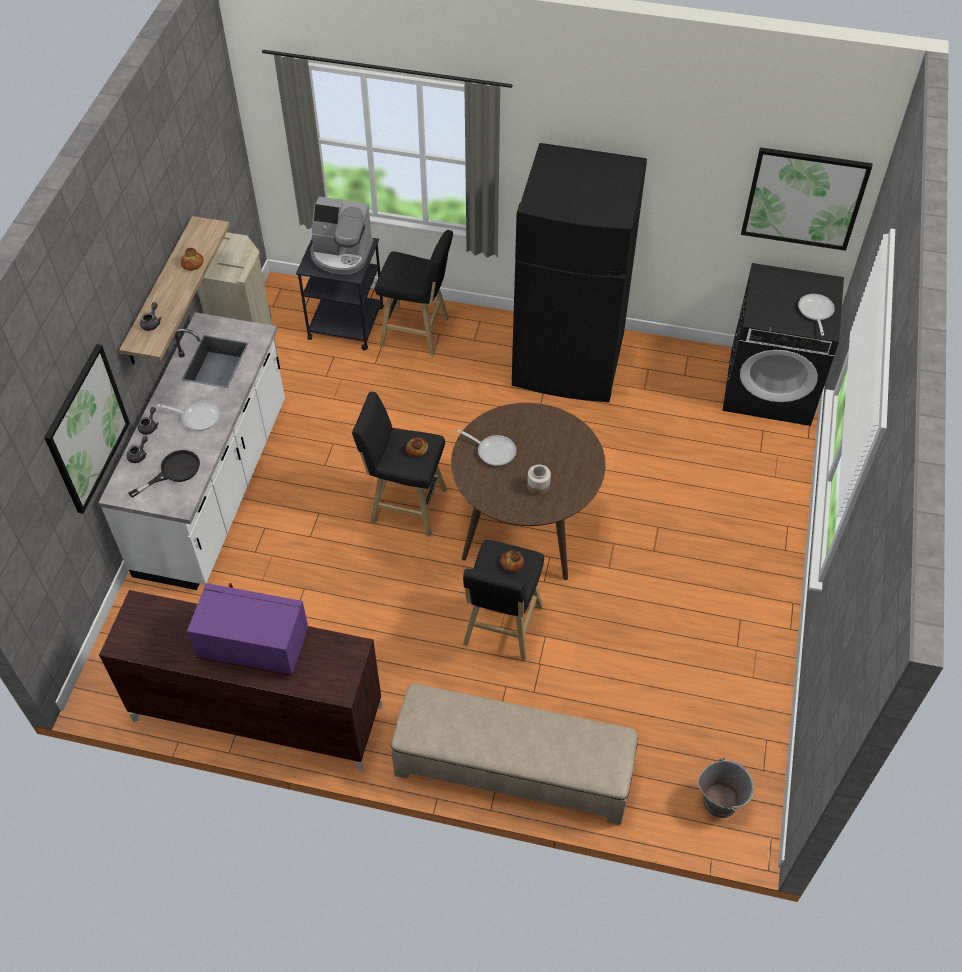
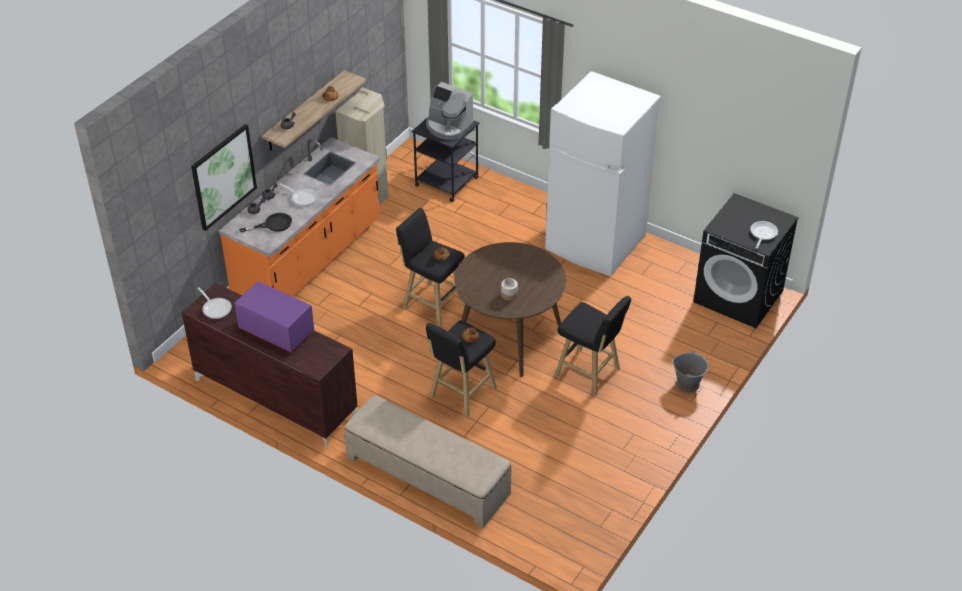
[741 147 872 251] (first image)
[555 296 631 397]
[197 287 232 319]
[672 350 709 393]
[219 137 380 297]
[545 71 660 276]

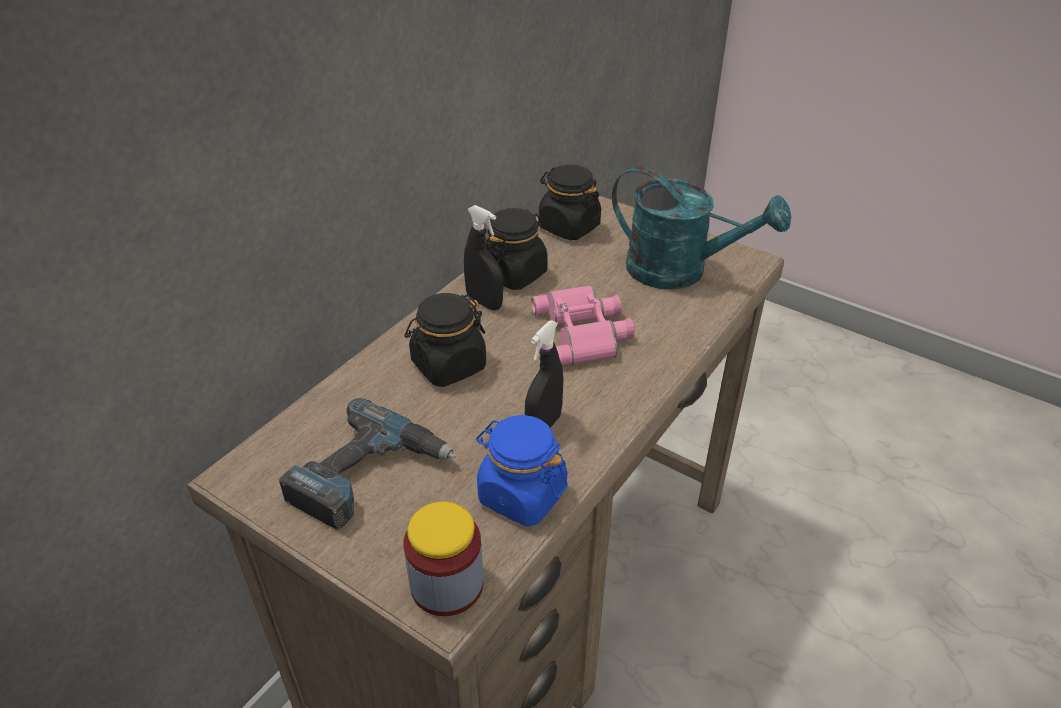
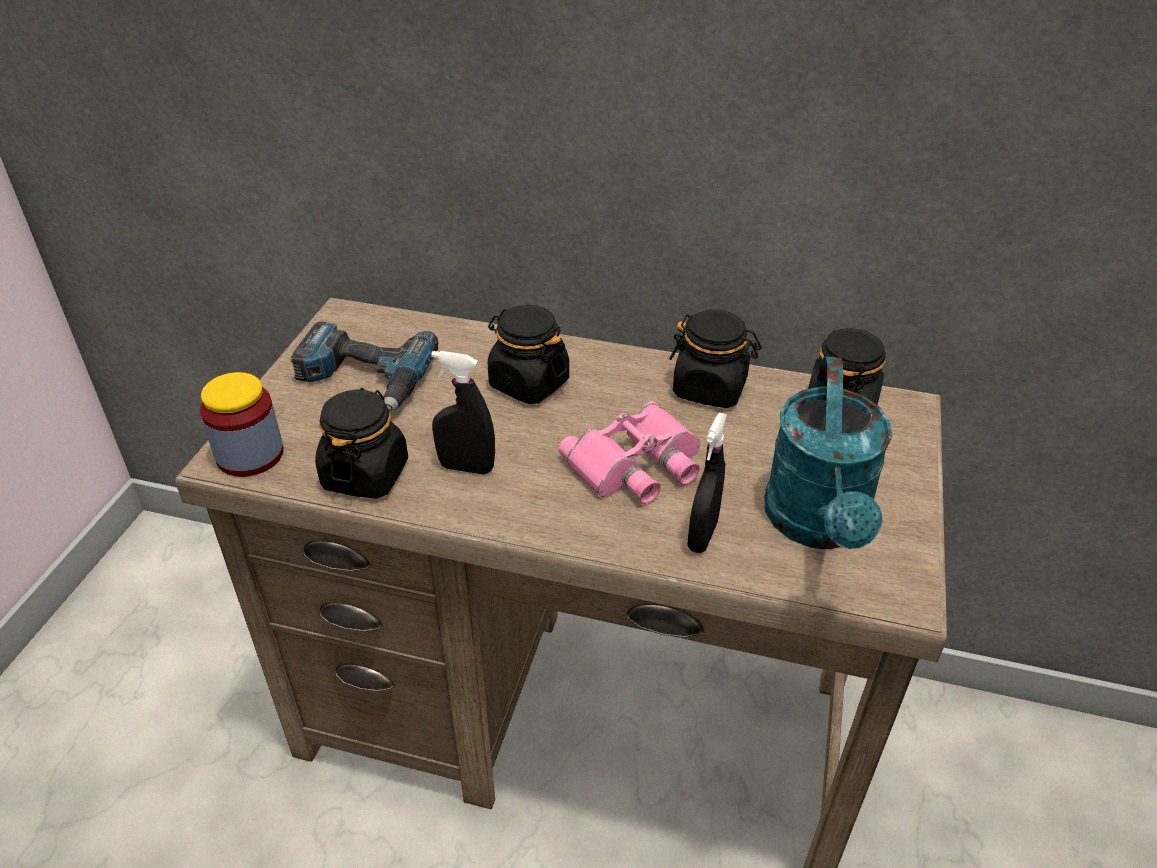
[688 412 727 553]
[315 388 408 499]

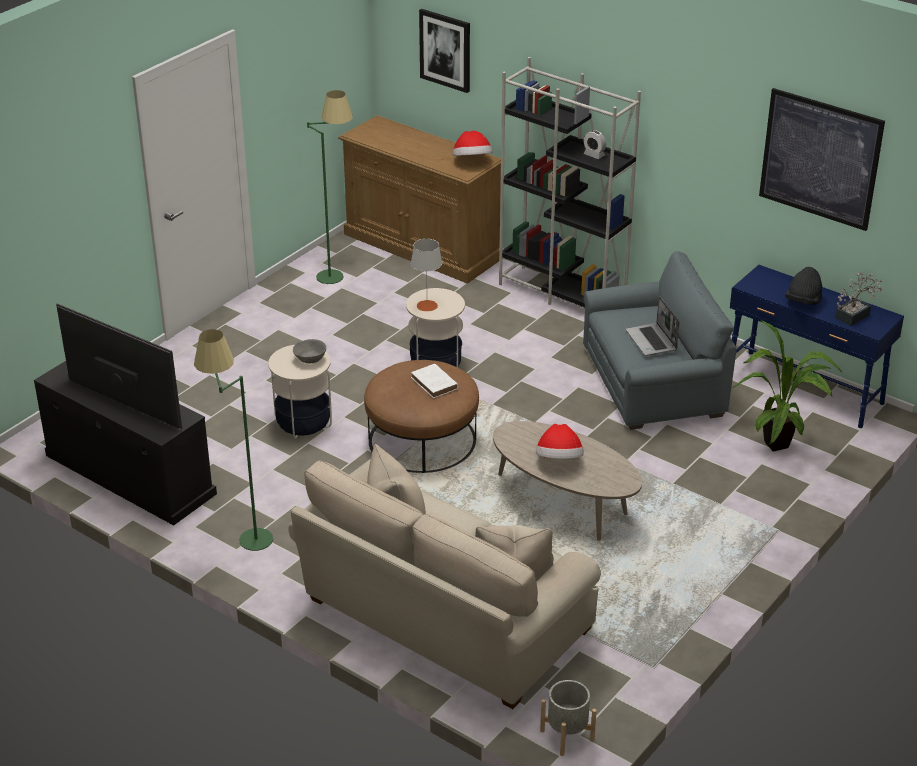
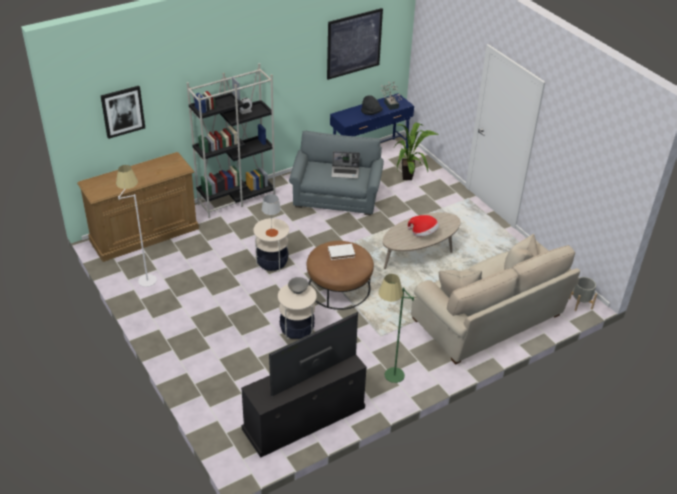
[453 131 493 156] (first image)
[116 165 157 287]

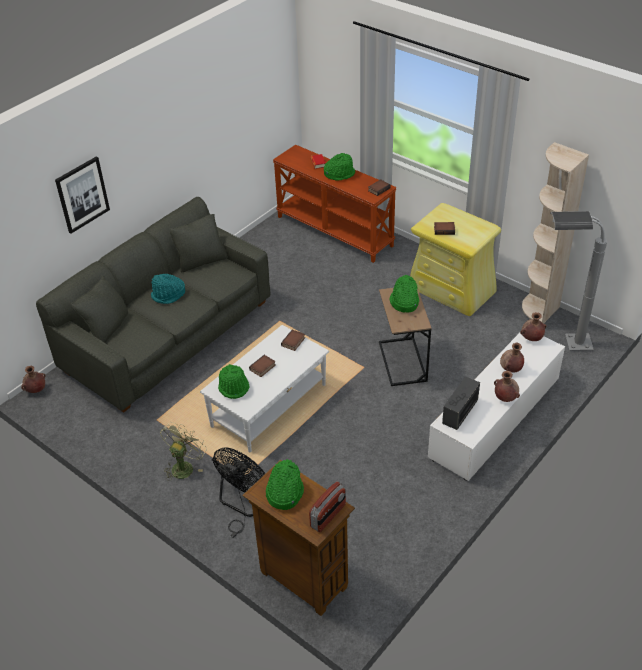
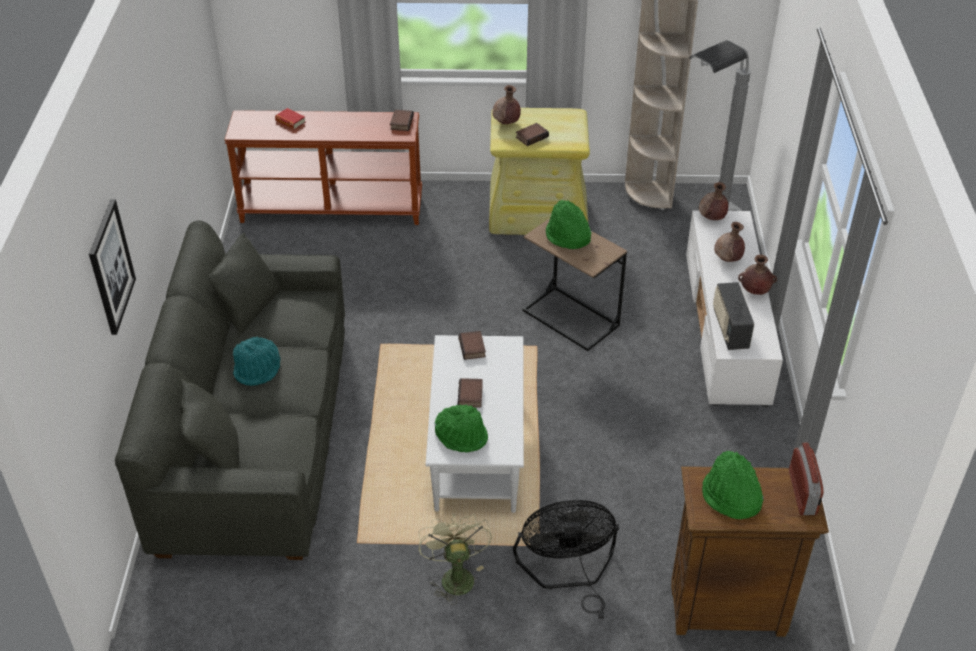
[324 153 355 181] (first image)
[493 85 521 124]

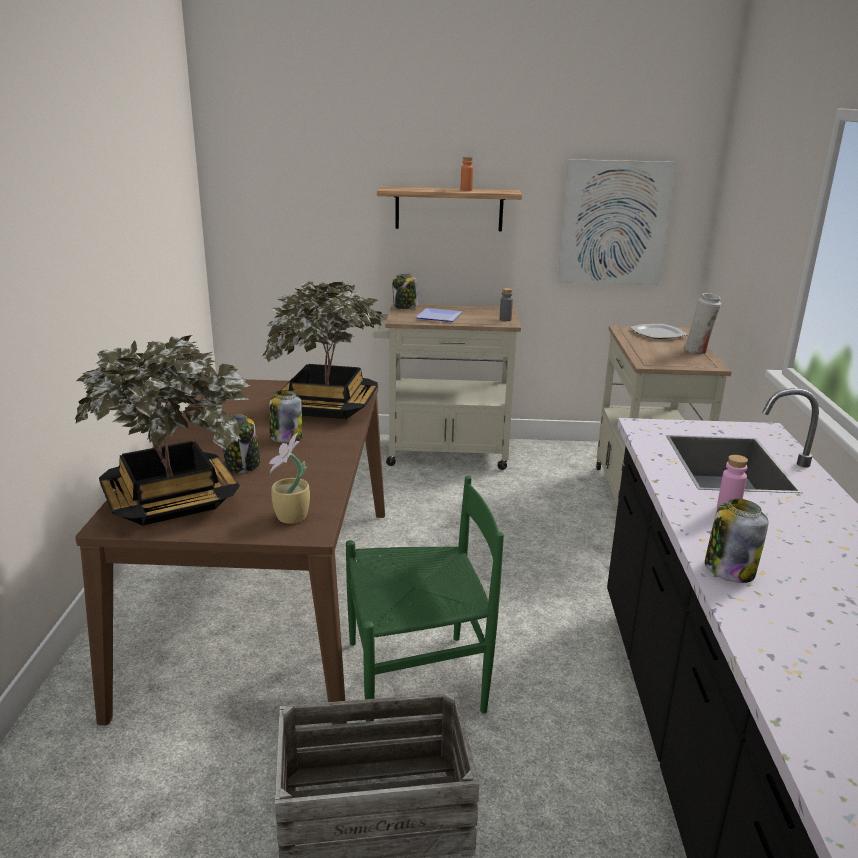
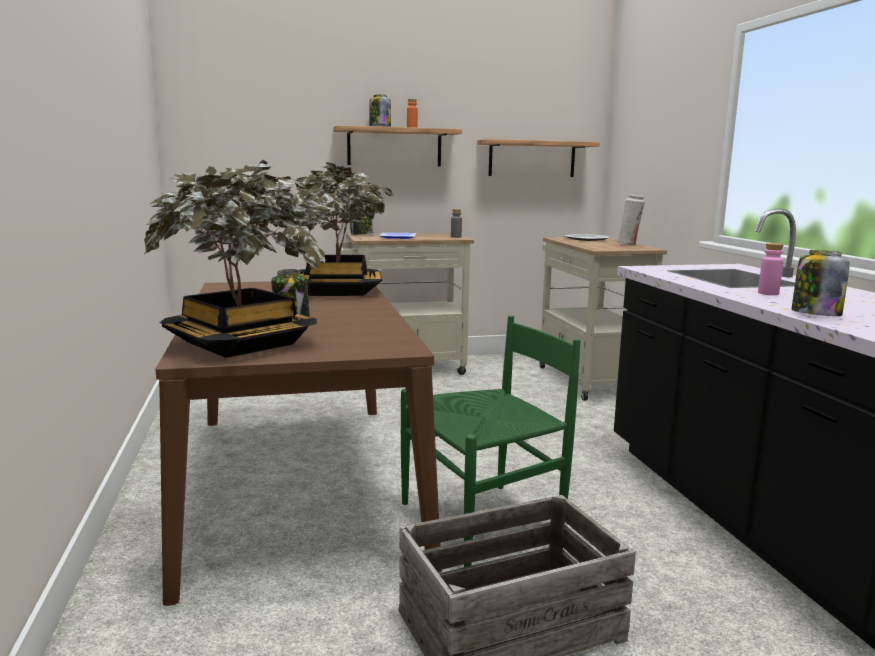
[269 433 310 524] (first image)
[369 94 391 127]
[477 139 600 177]

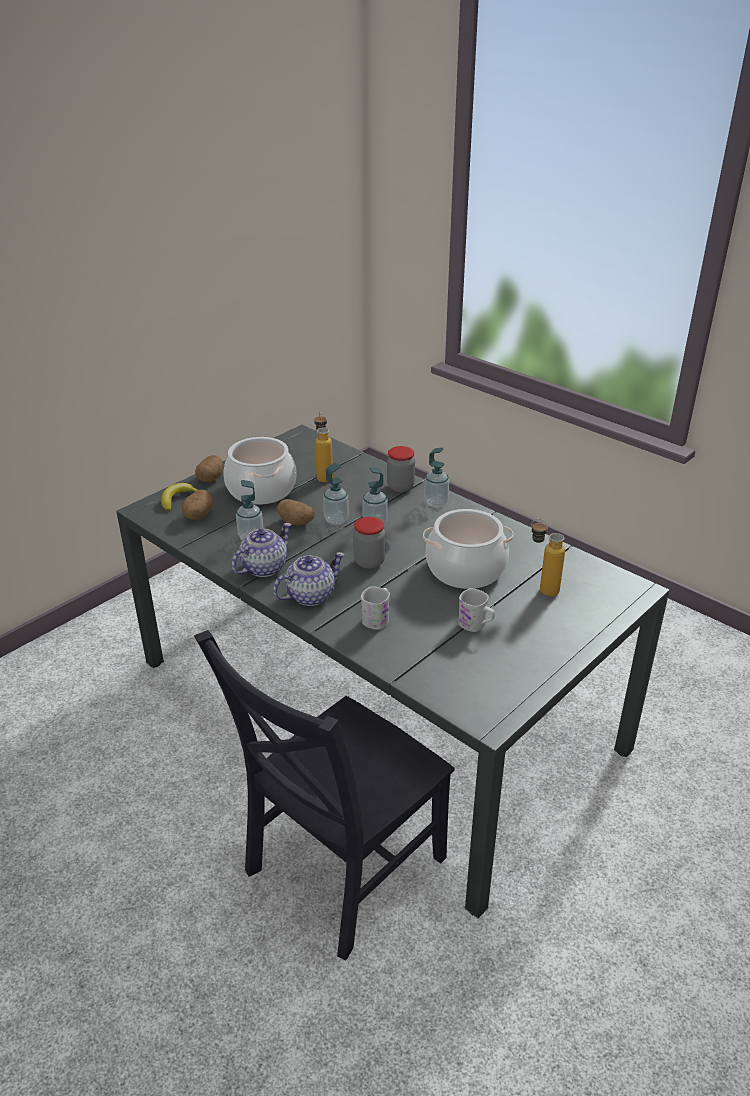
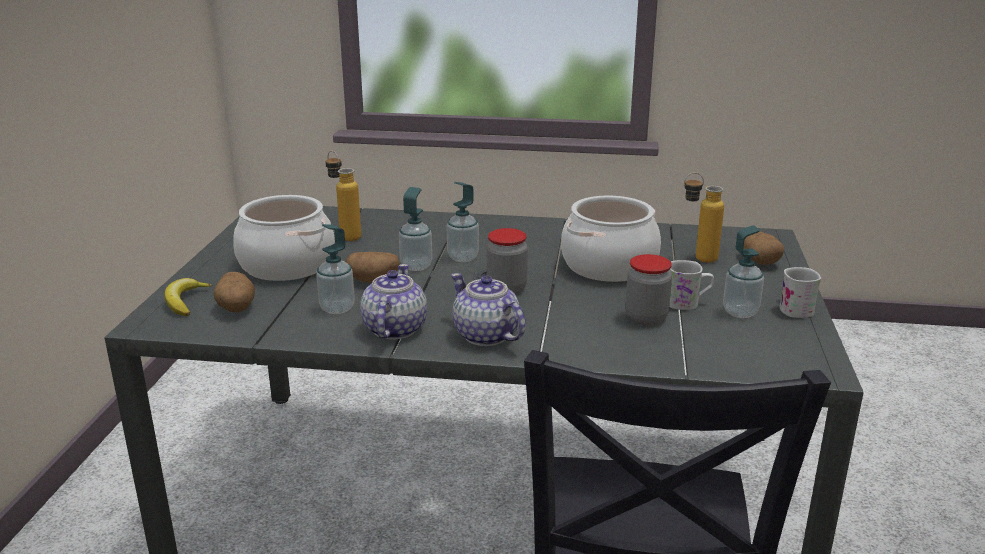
[743 231 784 265]
[780 267 821 318]
[625 254 672 326]
[723 225 764 318]
[451 273 526 346]

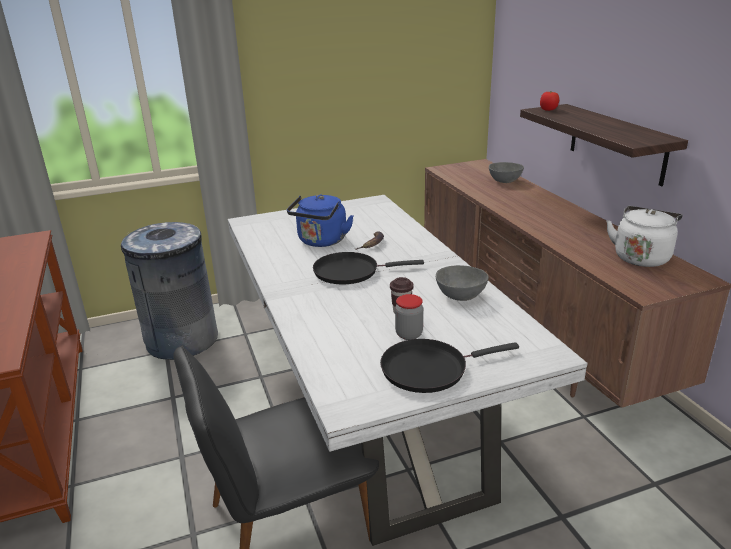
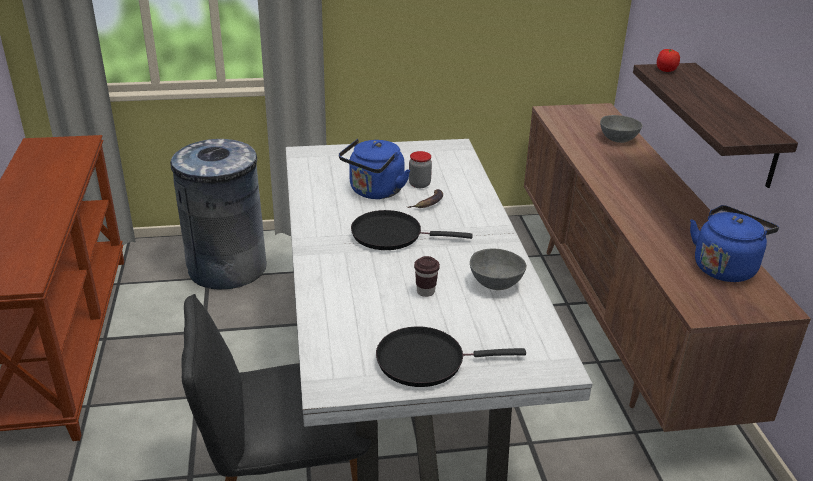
[409 151 432 188]
[690 205 779 282]

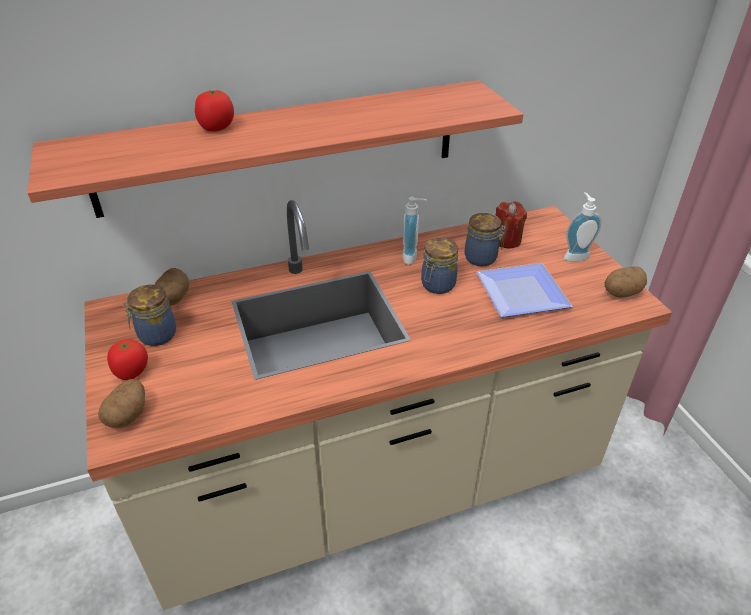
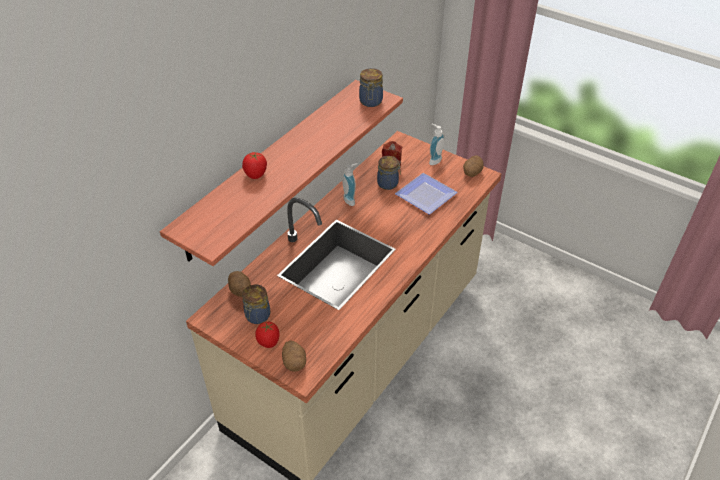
[359 68 383 107]

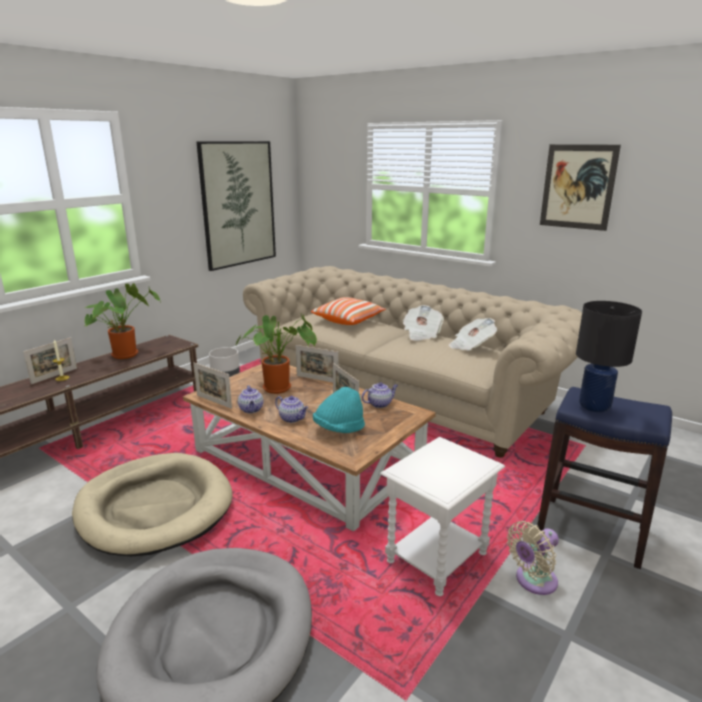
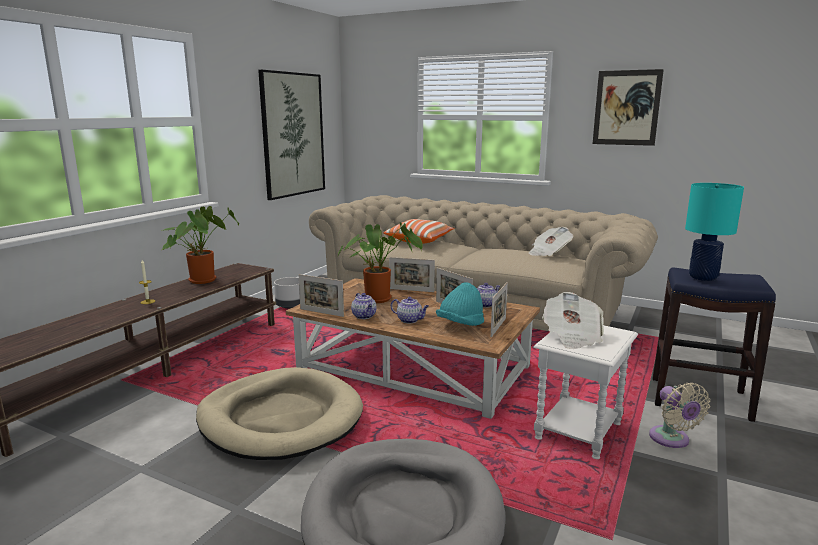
[491 282 508 337]
[542 292 604 349]
[685 183 744 281]
[649 383 710 448]

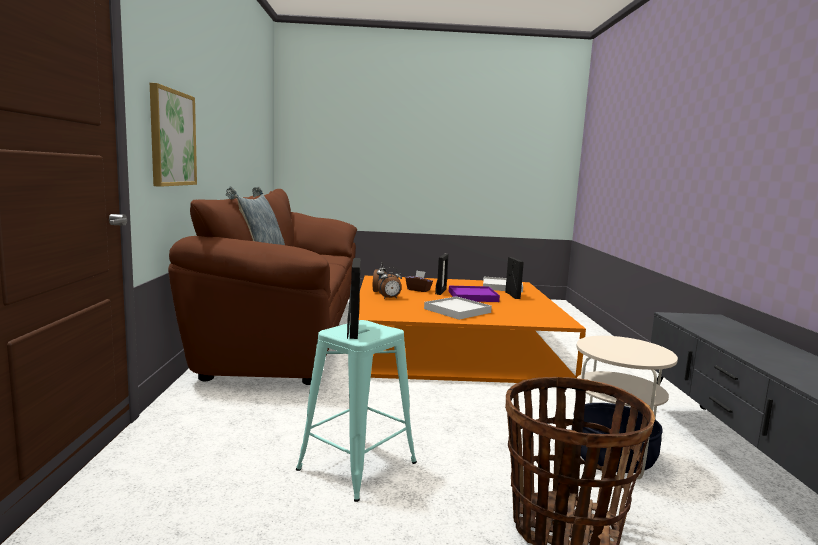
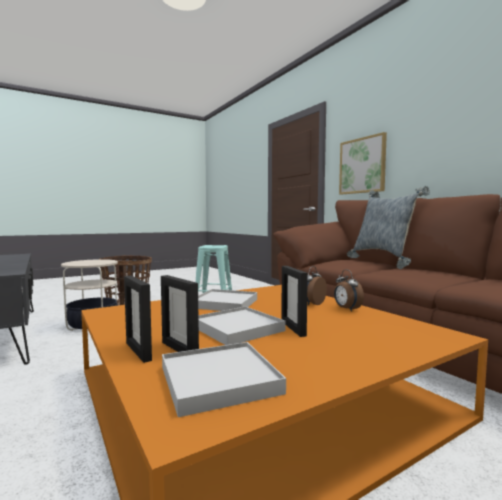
[405 270 433 292] (first image)
[124 275 152 363]
[198 306 286 345]

